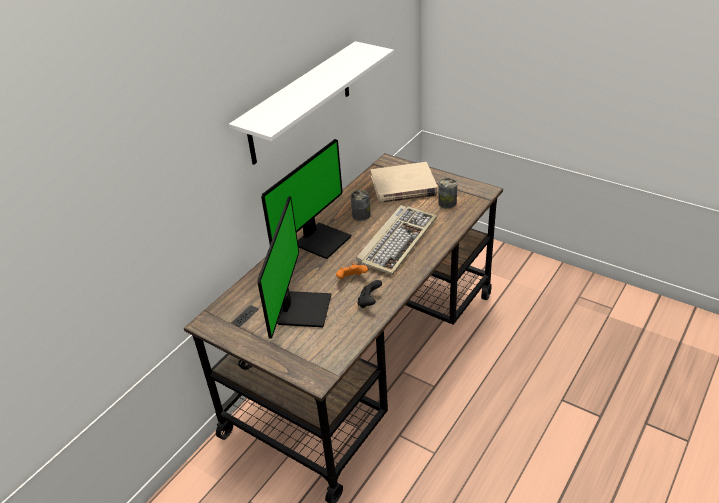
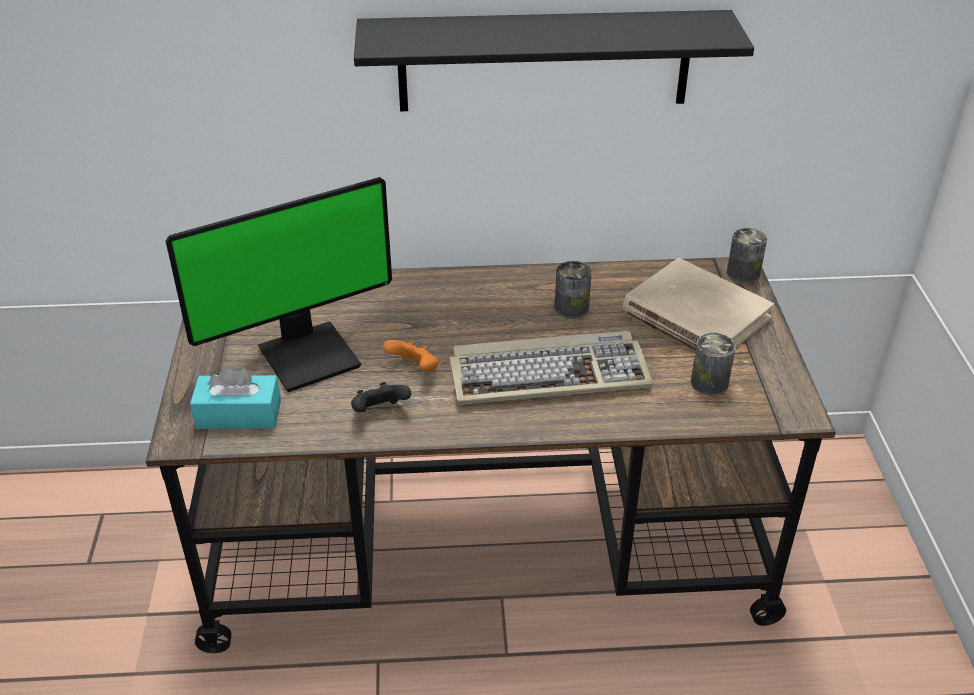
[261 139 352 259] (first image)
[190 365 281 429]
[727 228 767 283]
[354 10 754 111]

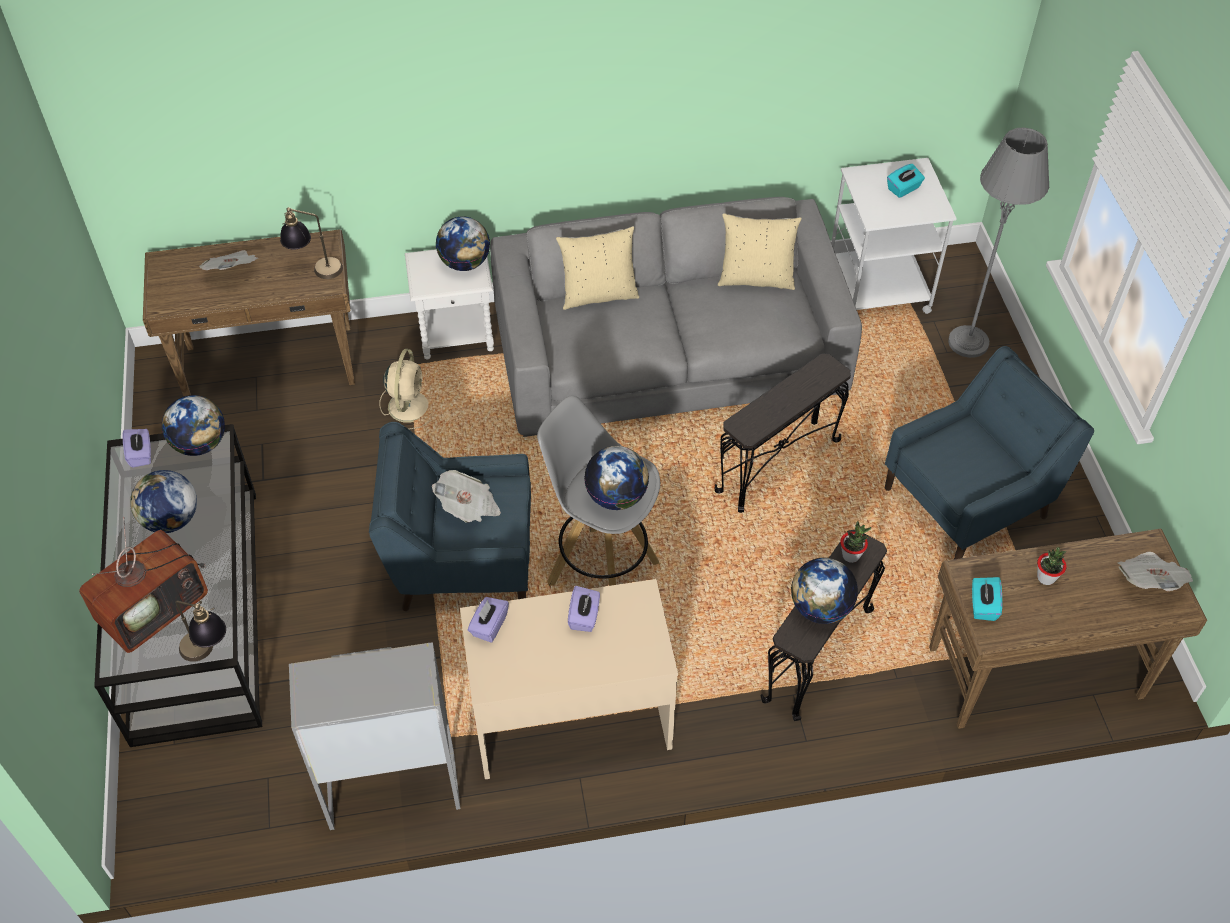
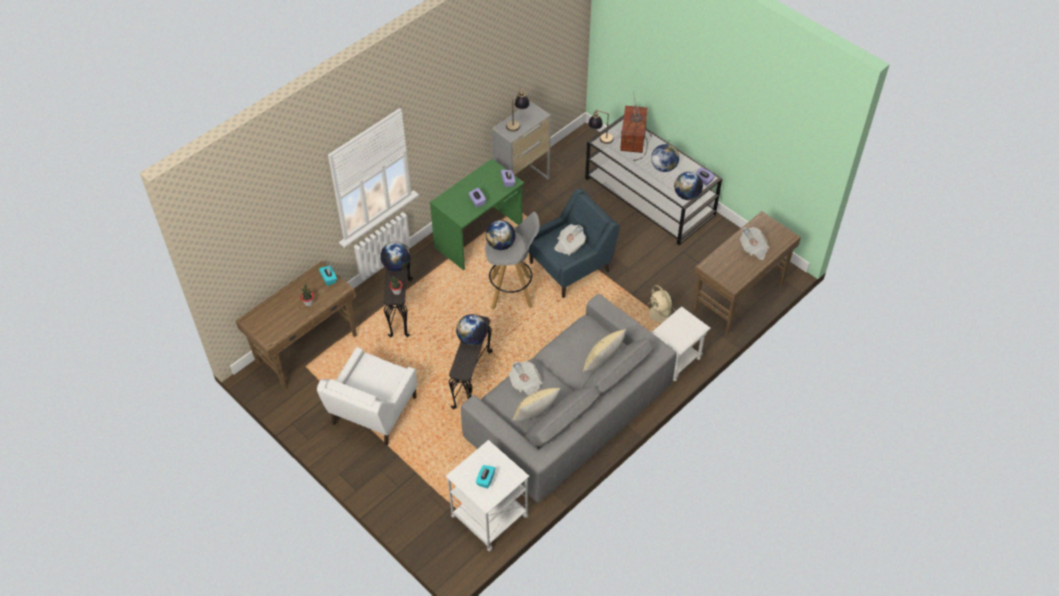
[948 128 1049 358] (first image)
[506 88 530 132]
[456 314 487 346]
[509 361 543 396]
[430 159 524 270]
[317 347 418 446]

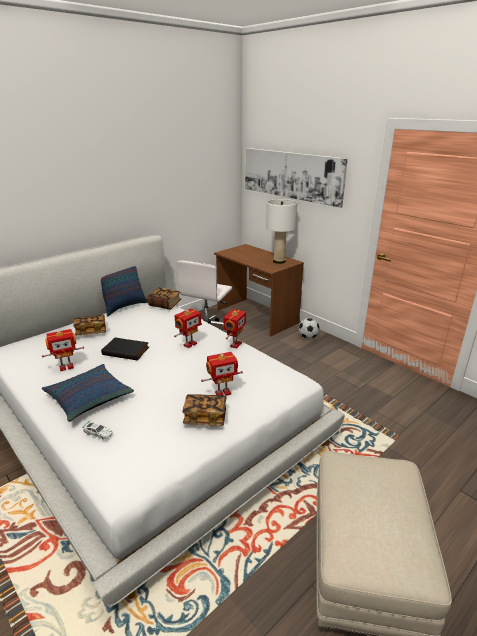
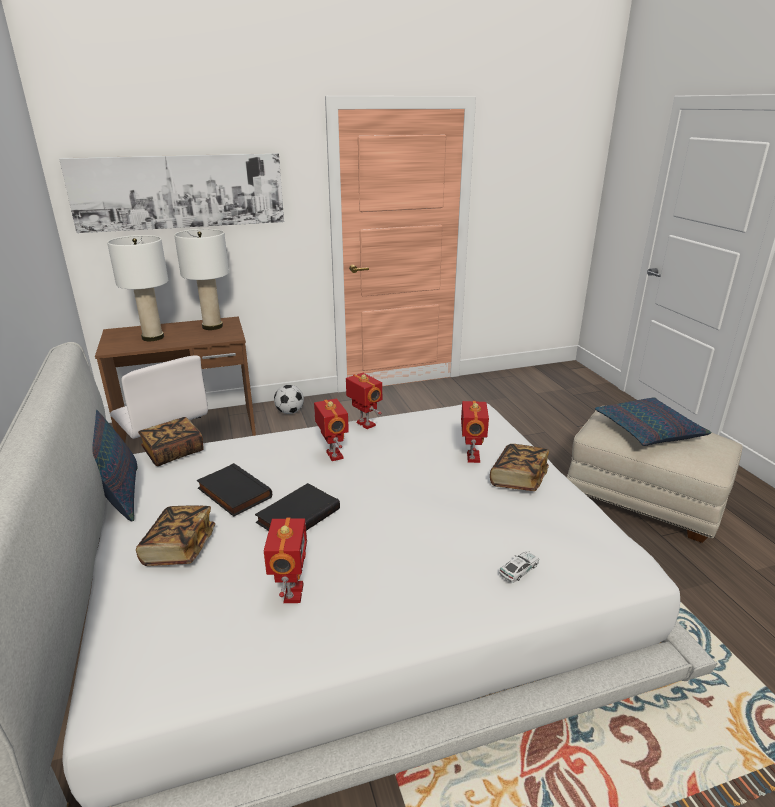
[107 235 168 341]
[197 463 272 517]
[595 398 711 446]

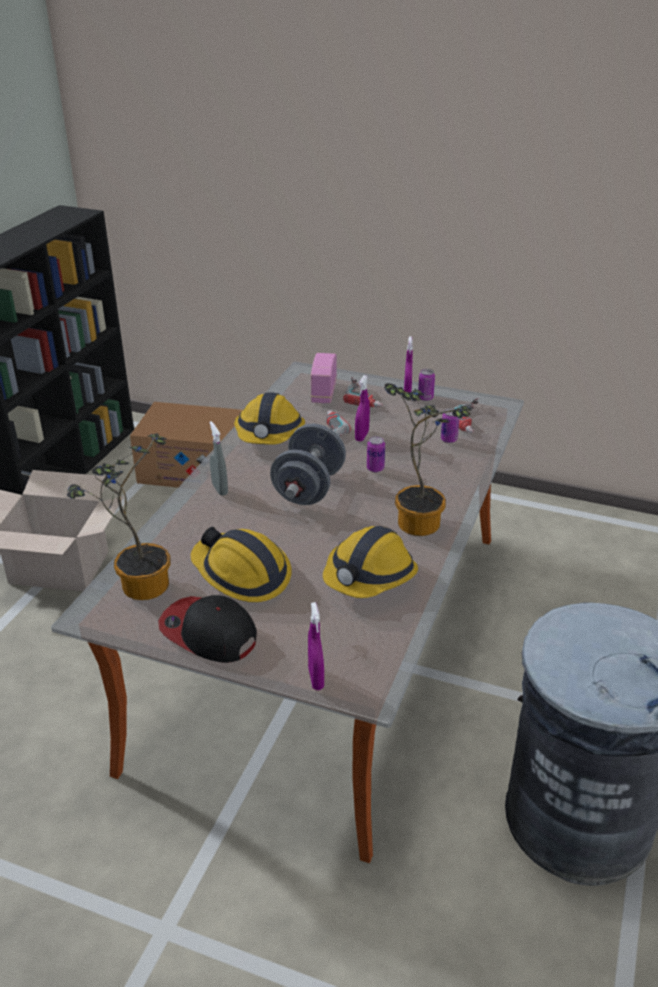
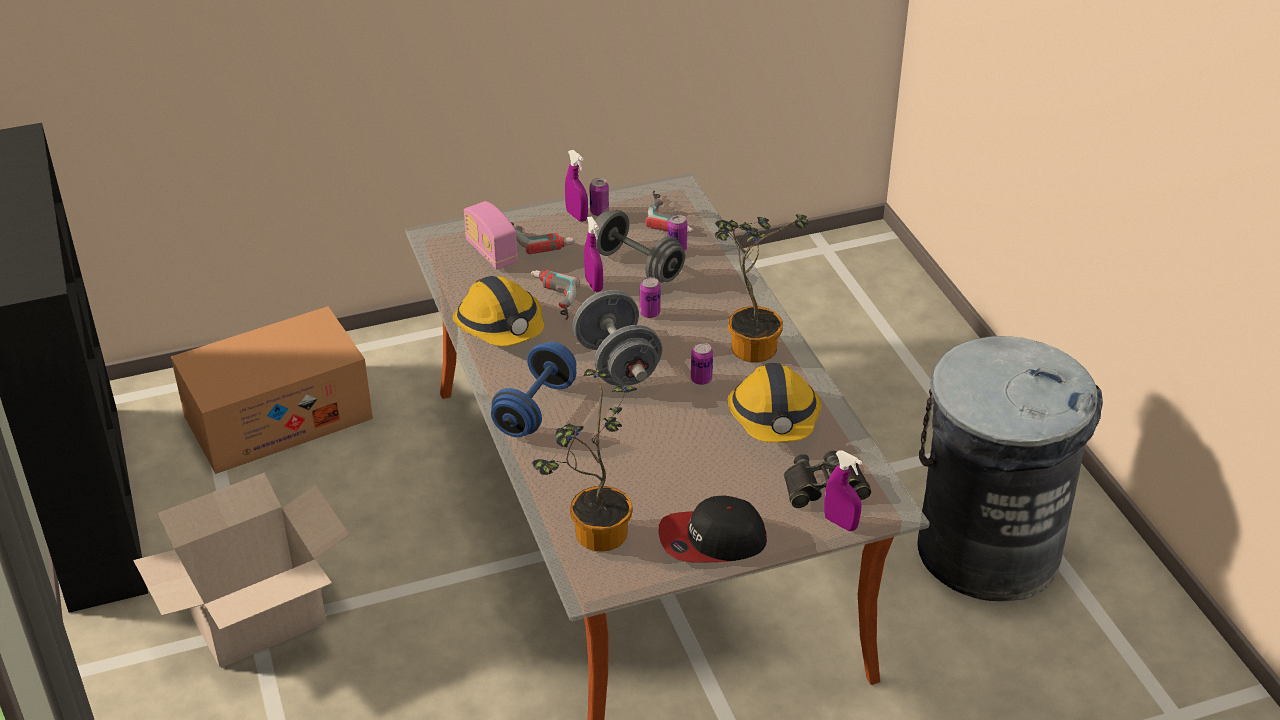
[191 527 292 602] (first image)
[595 210 685 282]
[691 342 713 385]
[784 451 871 508]
[491 342 576 437]

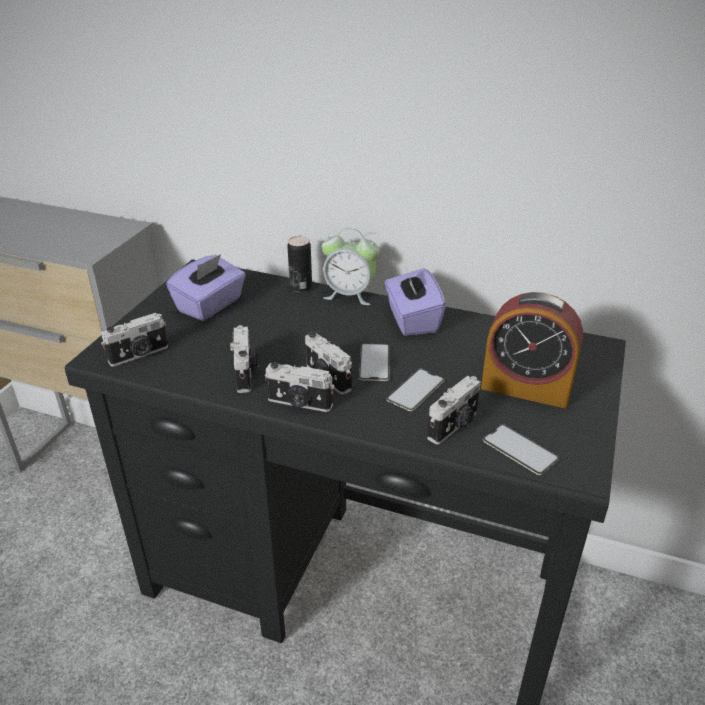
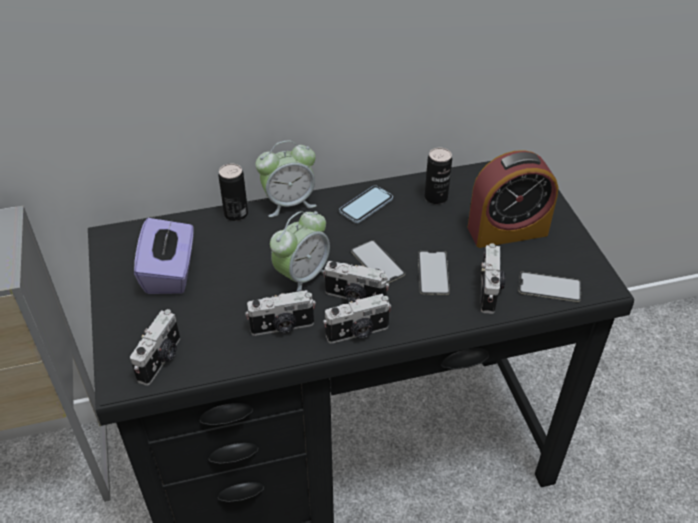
[270 211 330 292]
[424 148 452 204]
[339 185 393 223]
[245 290 316 336]

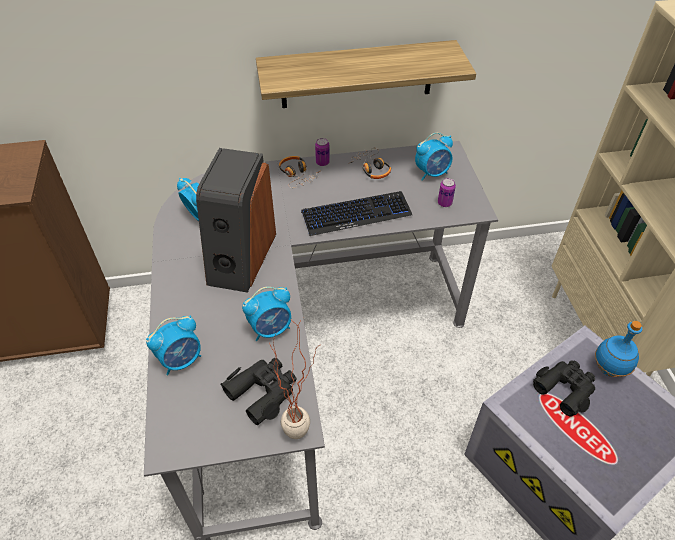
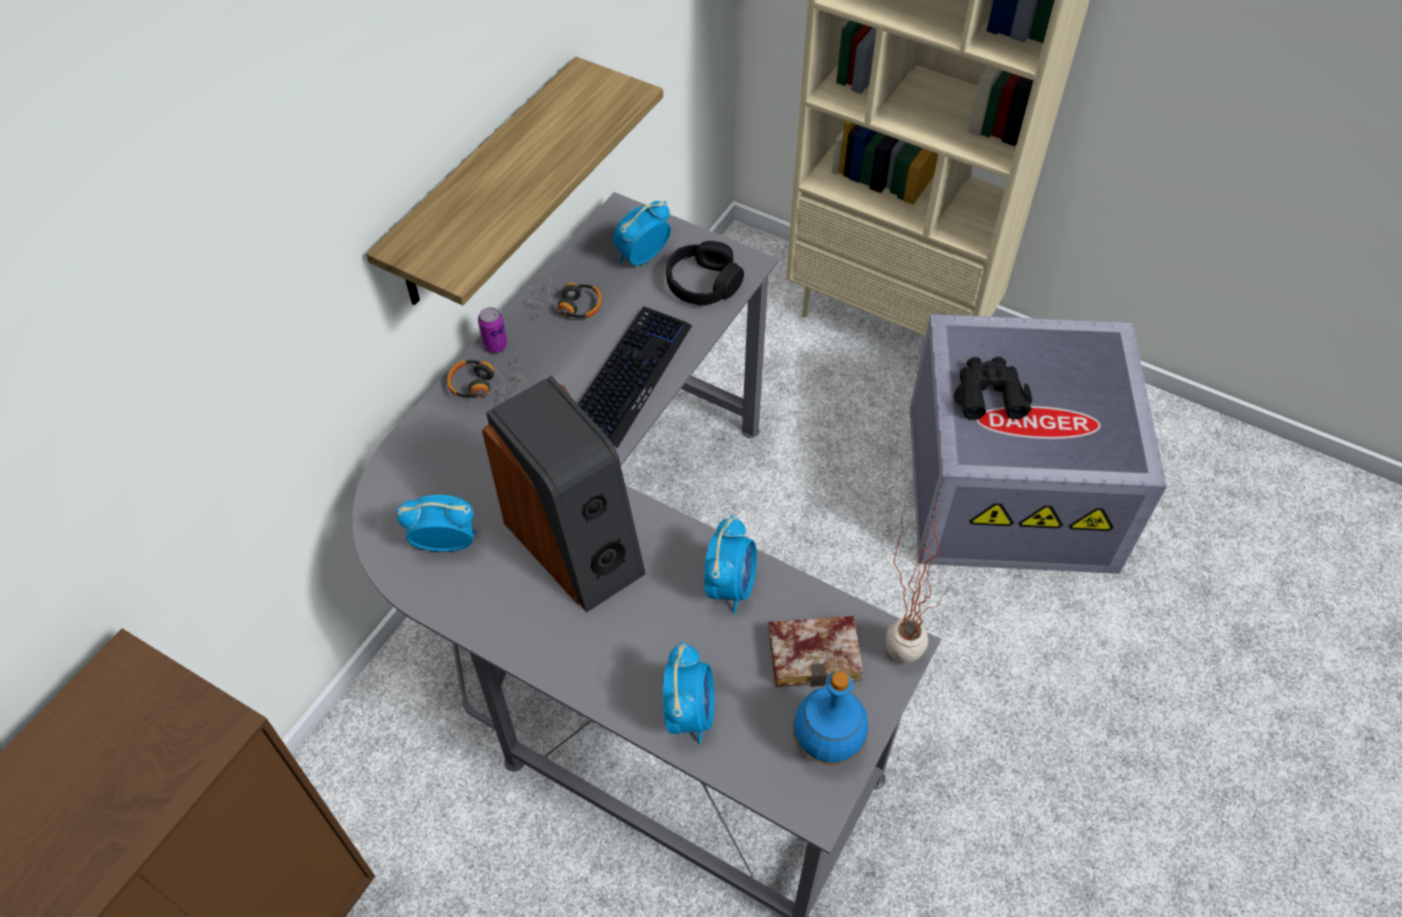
[793 671 868 765]
[768 616 863 687]
[666 241 744 306]
[613 201 671 266]

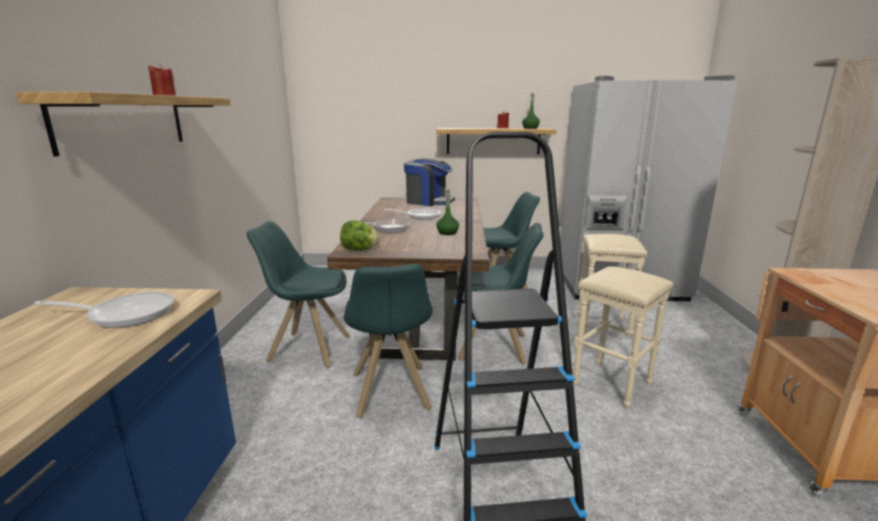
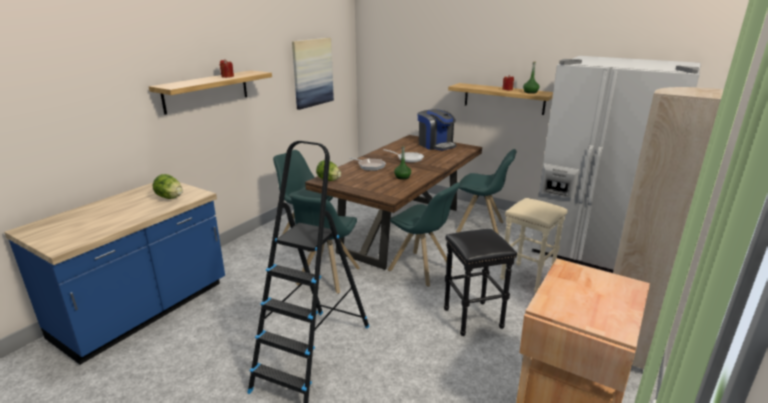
[292 38 334 110]
[153 174 183 199]
[444 229 517 336]

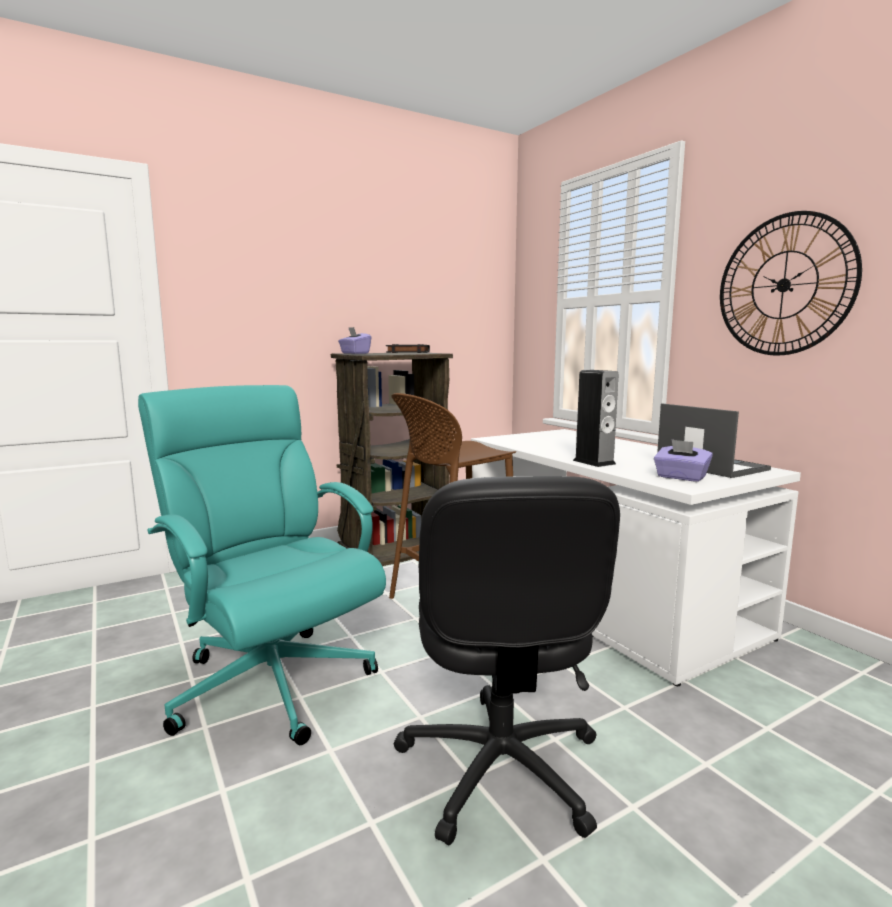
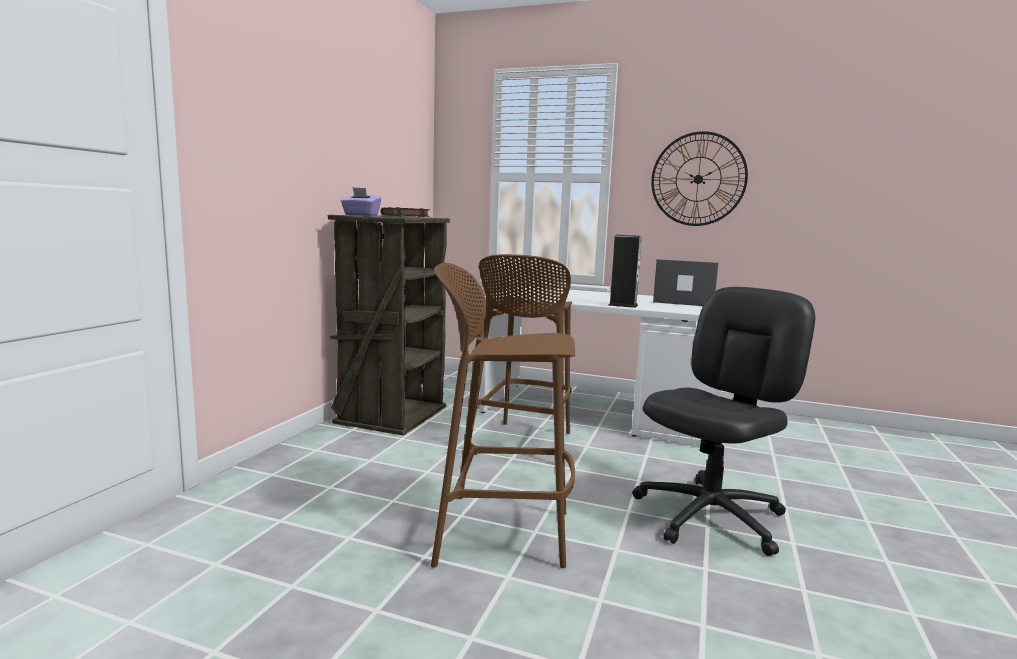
[654 439 713 482] (first image)
[431 263 575 568]
[632 287 815 556]

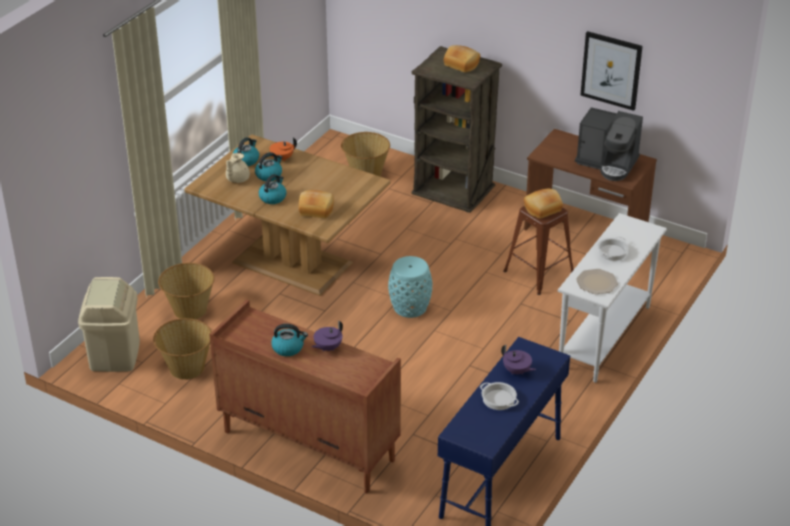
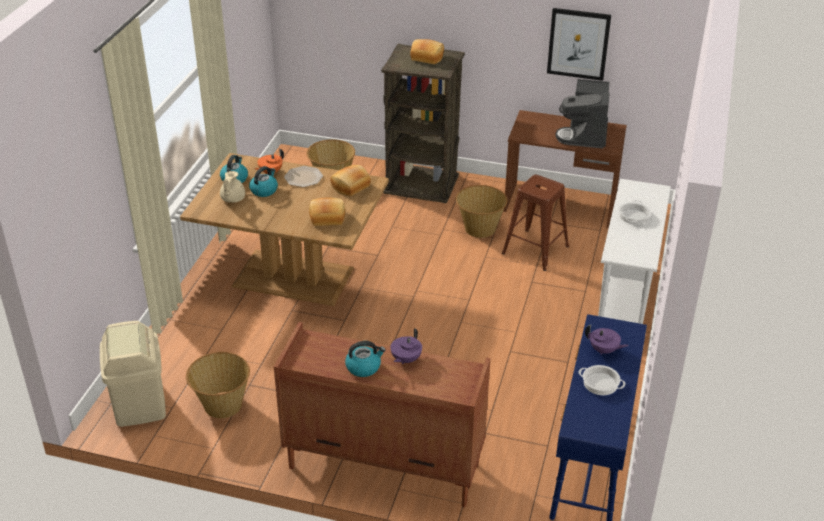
[259 174 286 204] (first image)
[388 256 432 318] (first image)
[456 185 507 238]
[330 165 371 196]
[284 166 323 187]
[555 79 610 149]

